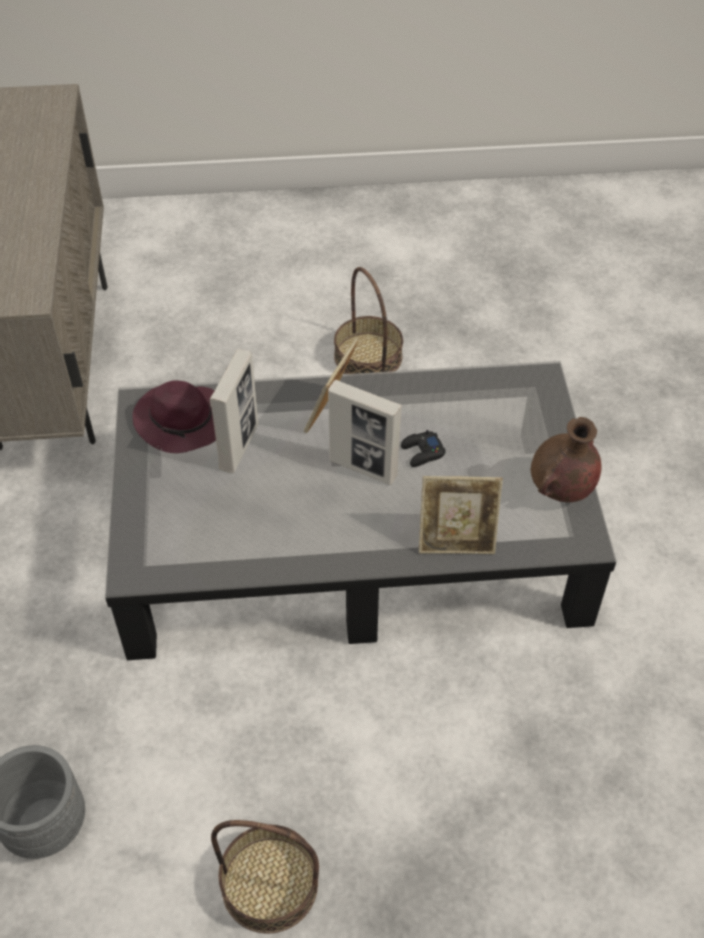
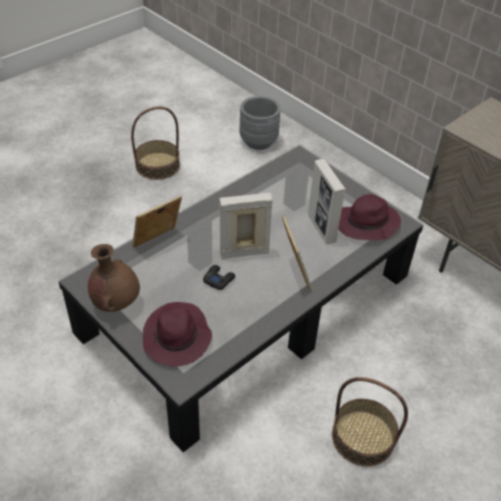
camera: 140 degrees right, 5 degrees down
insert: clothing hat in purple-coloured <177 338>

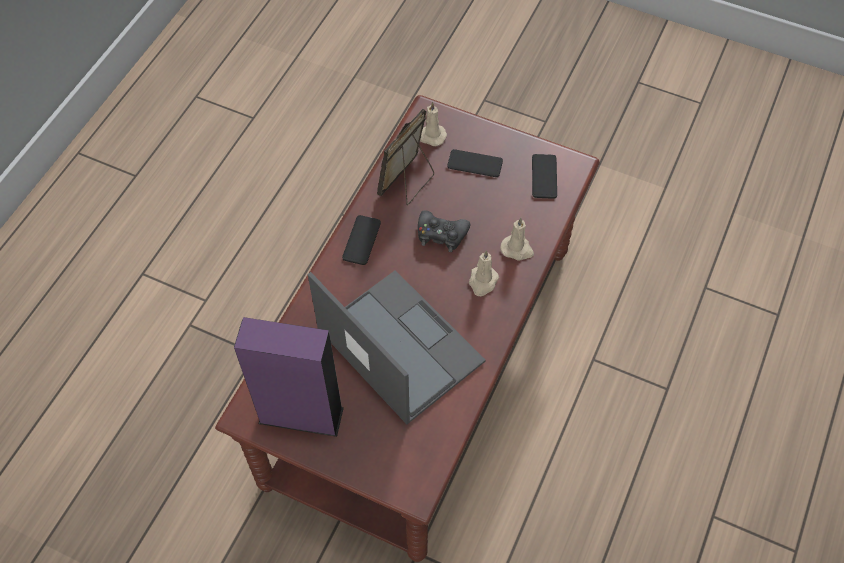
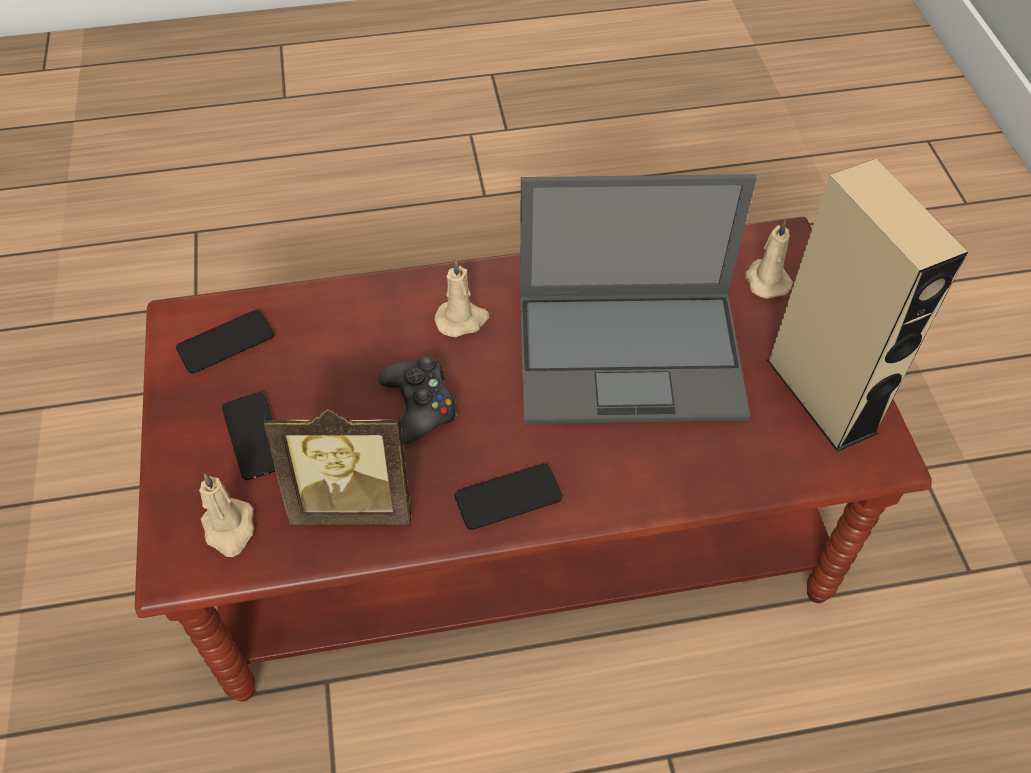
camera: 125 degrees left, 5 degrees down
move: candle in beige <517 249> to <766 280>
recolor: audio speaker in purple-coloured <301 415> to audio speaker in beige <821 395>
rotate: laptop <398 345> = <632 355> 105 degrees counterclockwise

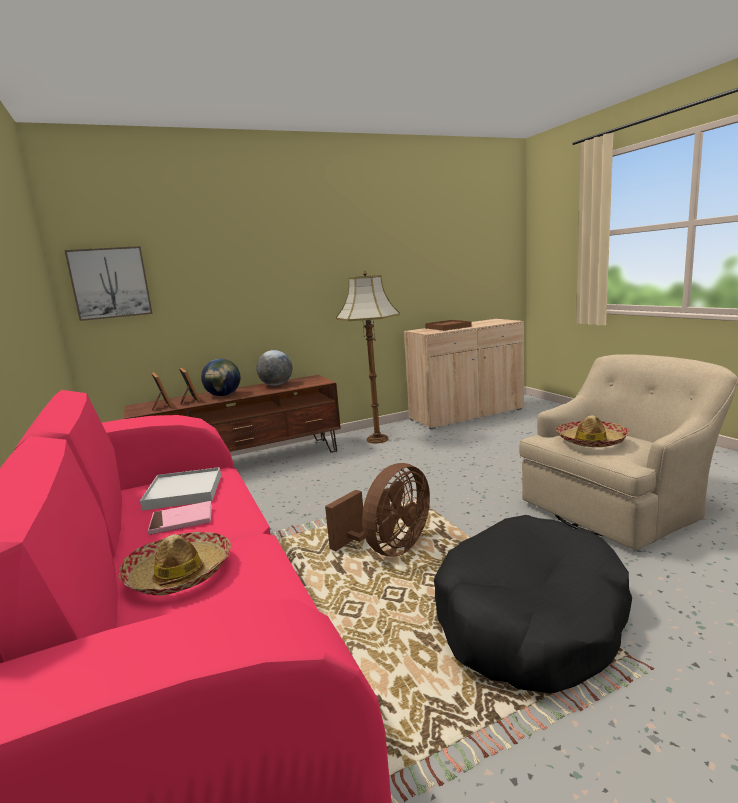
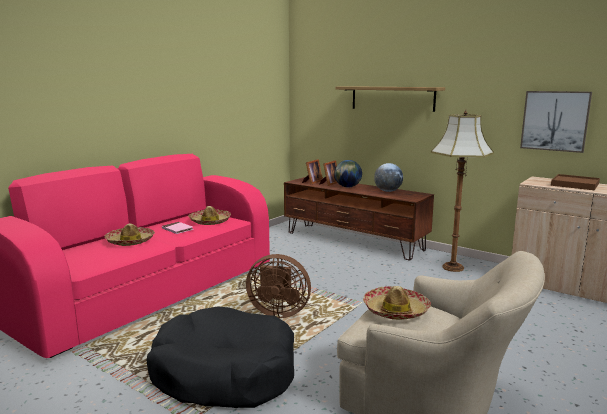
camera: 60 degrees right, 0 degrees up
insert: wall shelf <392 98>
move: wall art <110 283> to <555 121>
replace: serving tray in white <184 492> to clothing hat <209 221>

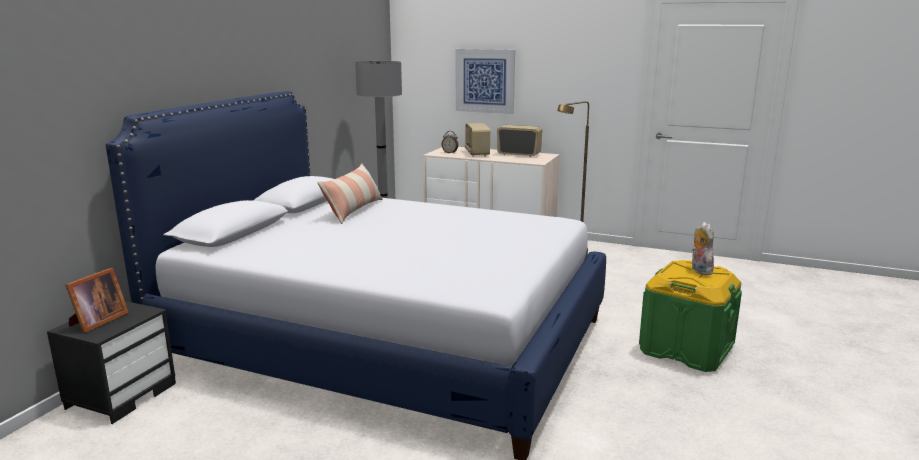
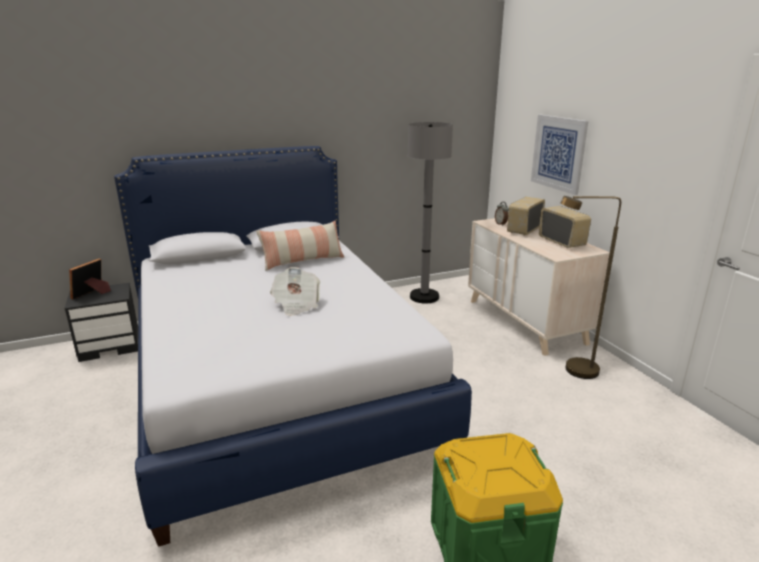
camera: 45 degrees right, 5 degrees up
delete: cuddly toy <699 270>
insert: daily paper <296 304>
rotate: picture frame <97 322> = <92 293> 135 degrees clockwise

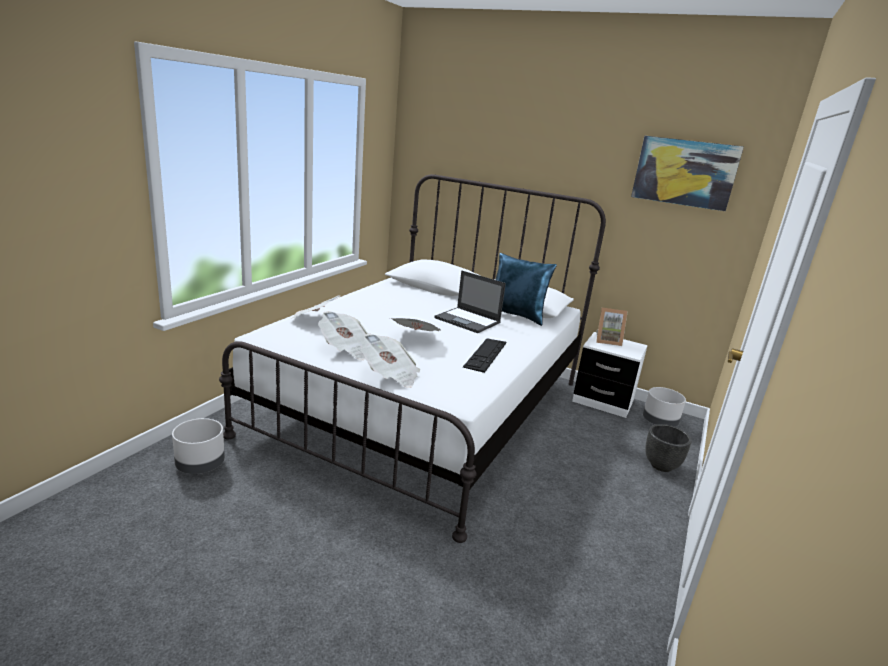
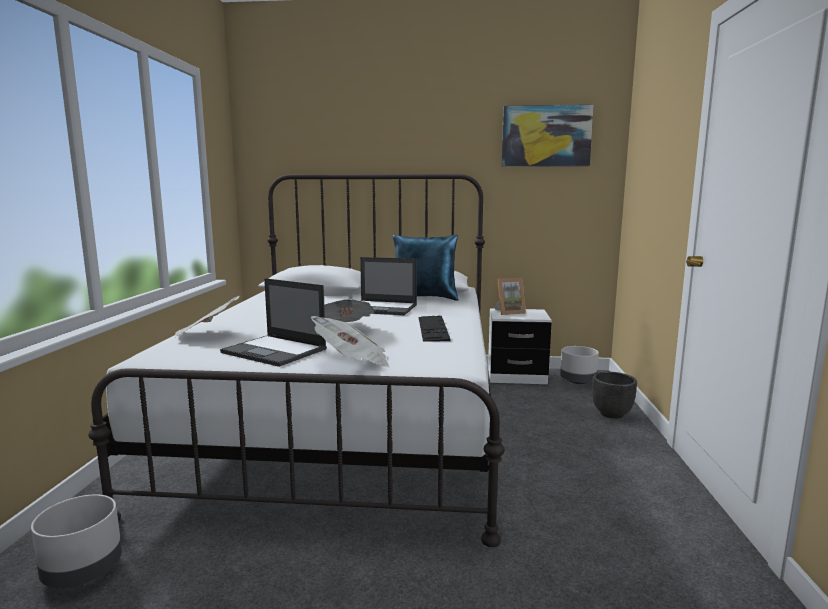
camera: 20 degrees left, 10 degrees down
replace: daily paper <347 349> to laptop <275 351>

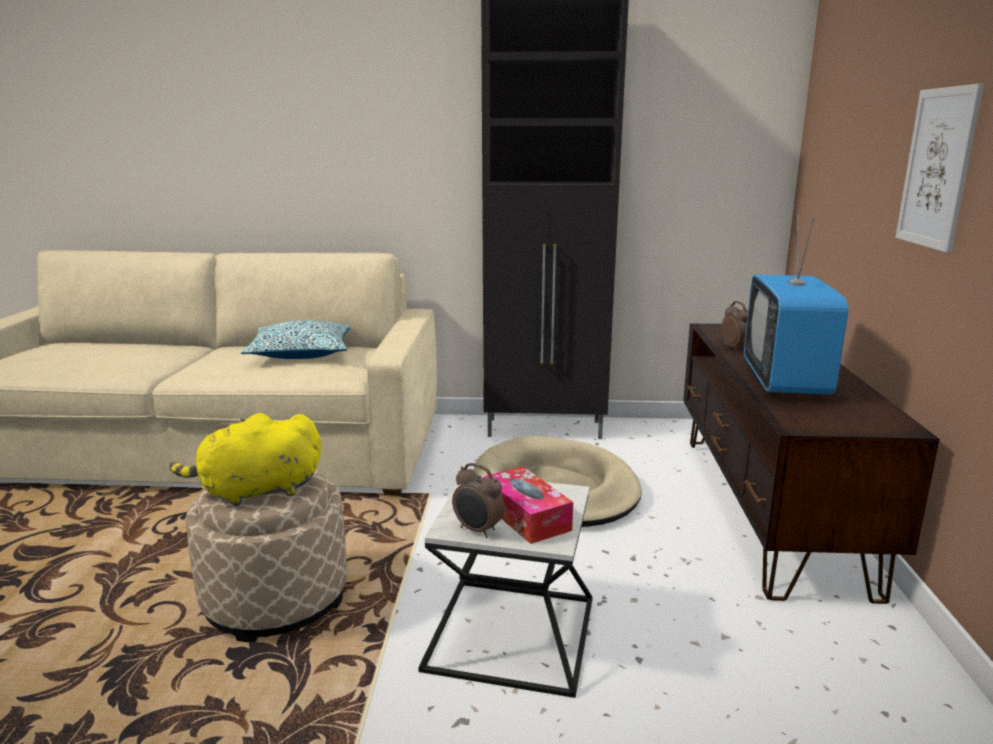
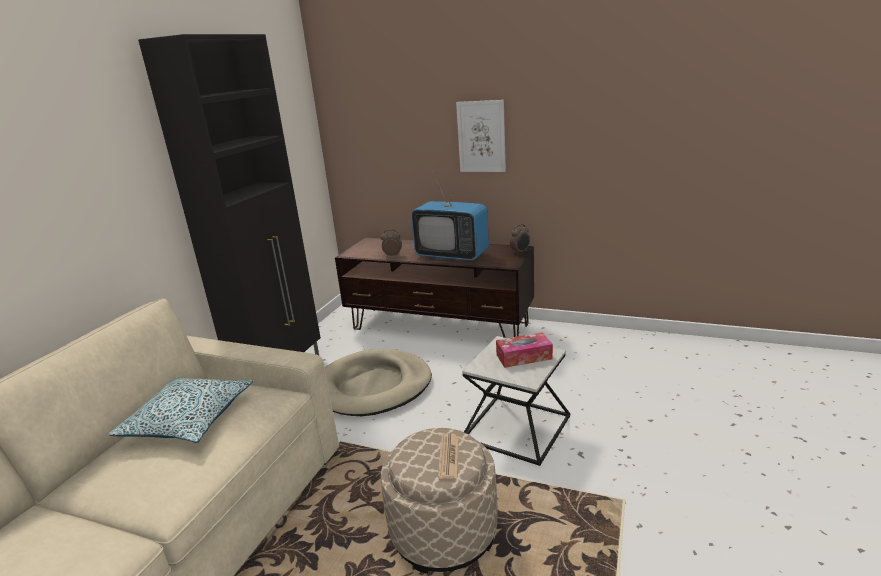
camera: 70 degrees left, 5 degrees up
move: alarm clock <477 531> to <520 252>
replace: cuddly toy in yellowish <256 492> to daily paper <449 456>

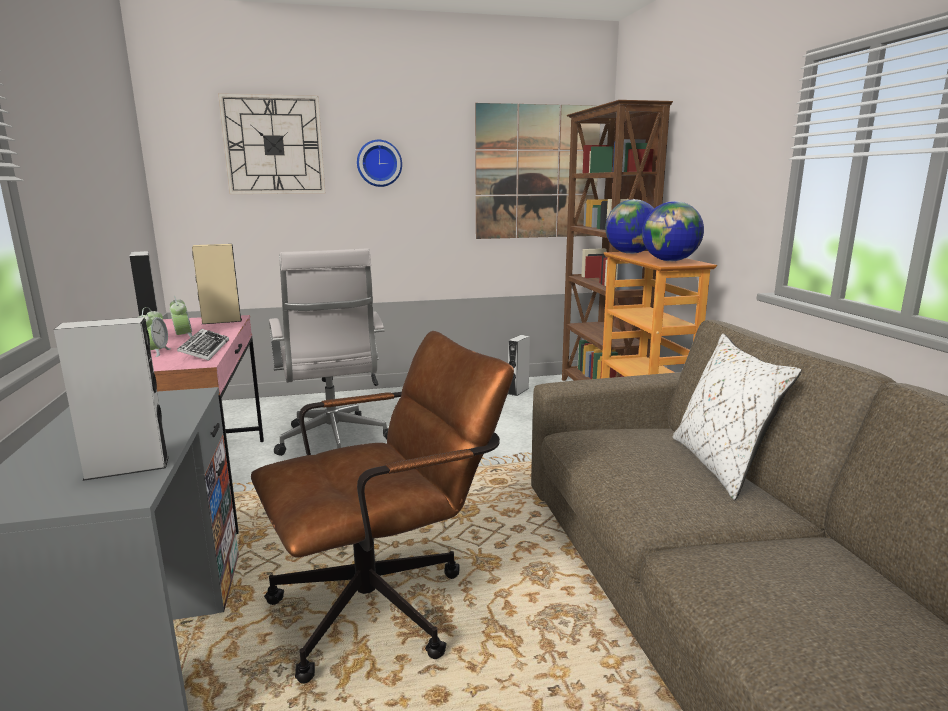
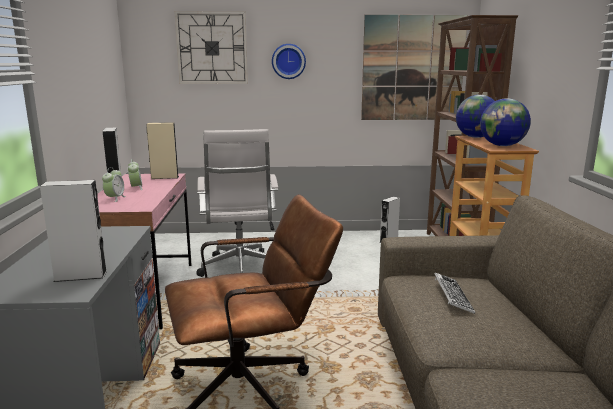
camera: 10 degrees right, 0 degrees up
delete: pillow in white <721 465>
move: PC keyboard <204 350> to <452 297>

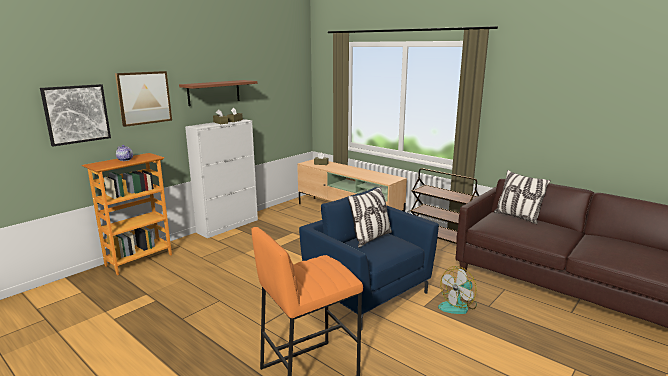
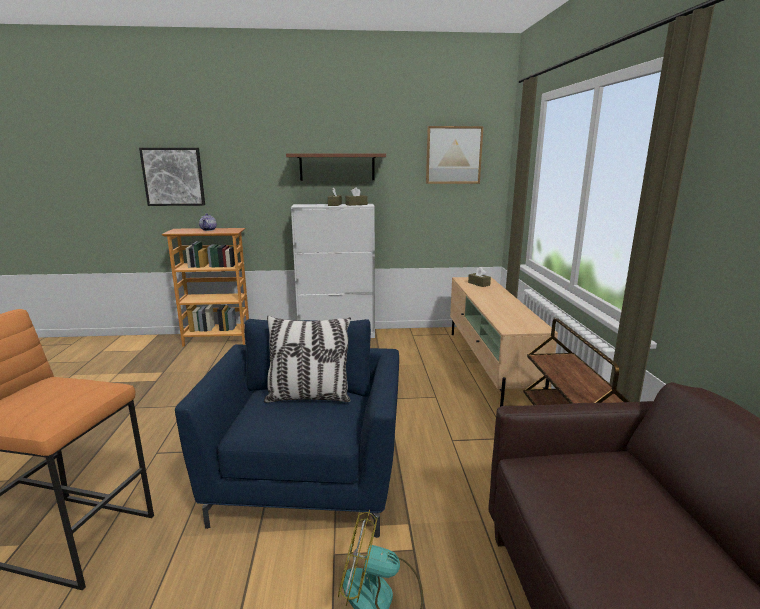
camera: 45 degrees right, 0 degrees up
delete: pillow <517 217>
move: wall art <144 98> to <453 155>

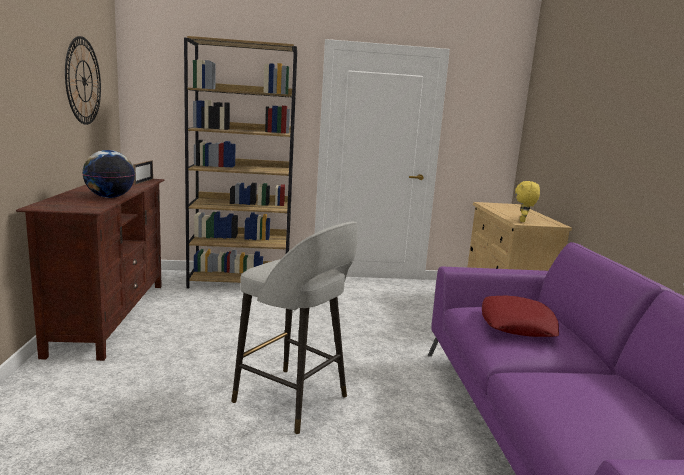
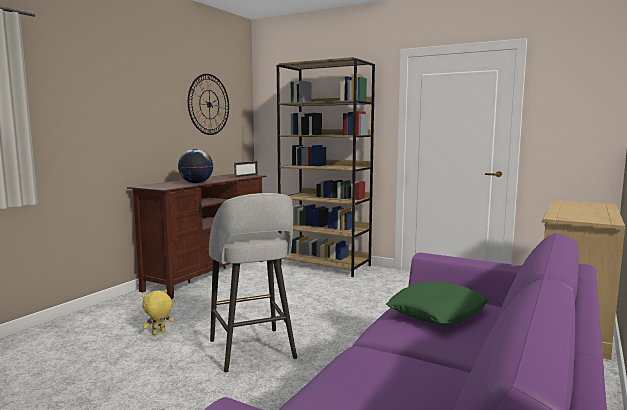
camera: 35 degrees right, 5 degrees down
move: cuddly toy in yellowish <523 221> to <159 333>
recolor: pillow in reddish <517 324> to pillow in green-coloured <437 312>

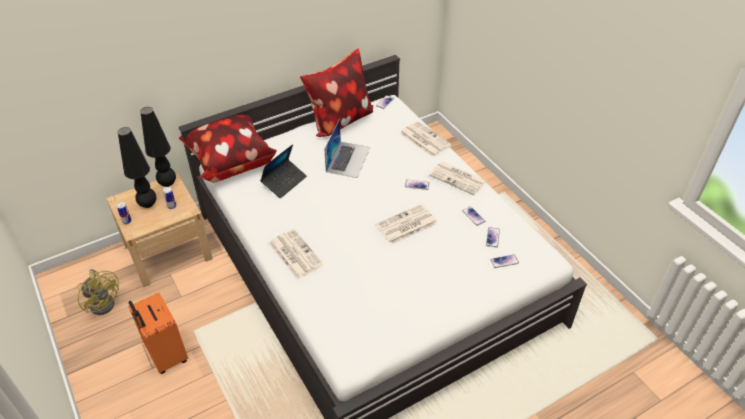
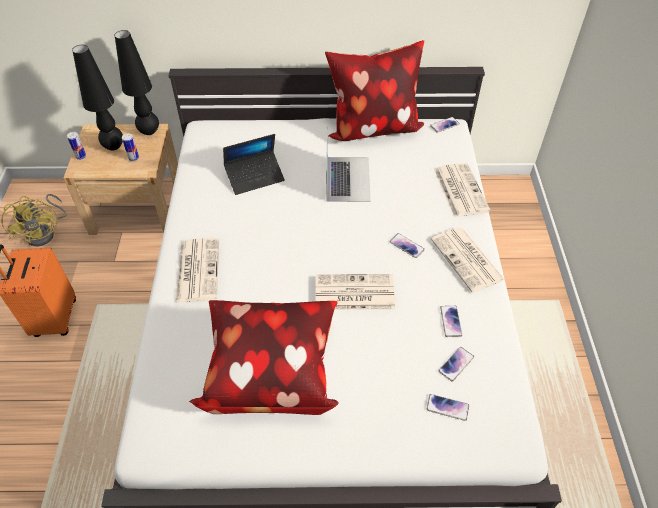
camera: 30 degrees right, 5 degrees up
move: pillow <230 162> to <270 371>
rotate: laptop <348 159> = <347 178> 45 degrees counterclockwise

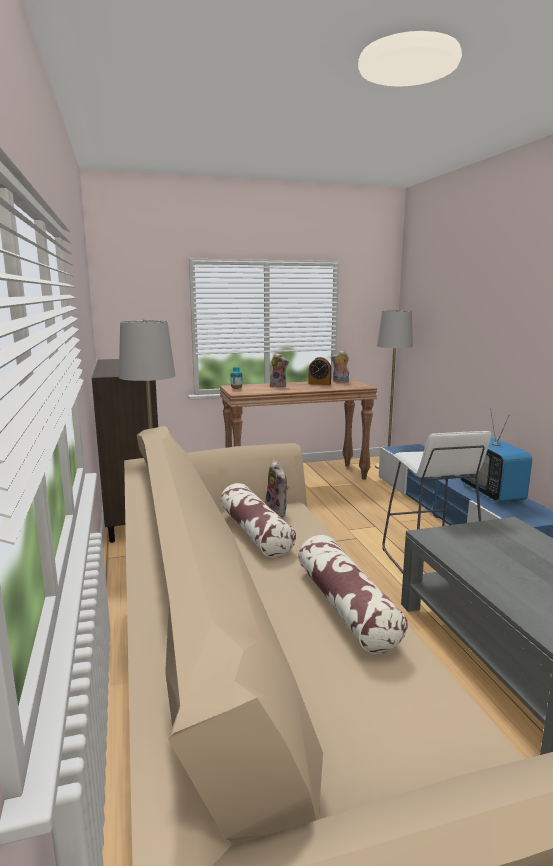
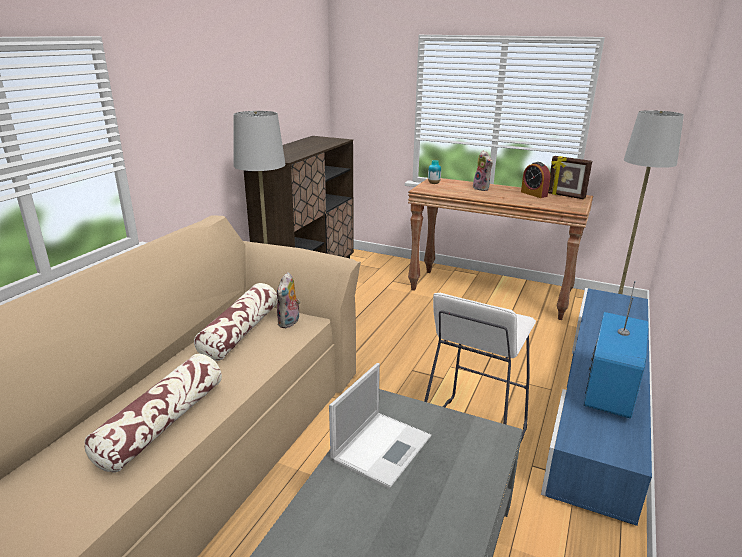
camera: 40 degrees right, 10 degrees up
insert: laptop <382 447>
replace: cuddly toy <340 382> to picture frame <565 196>

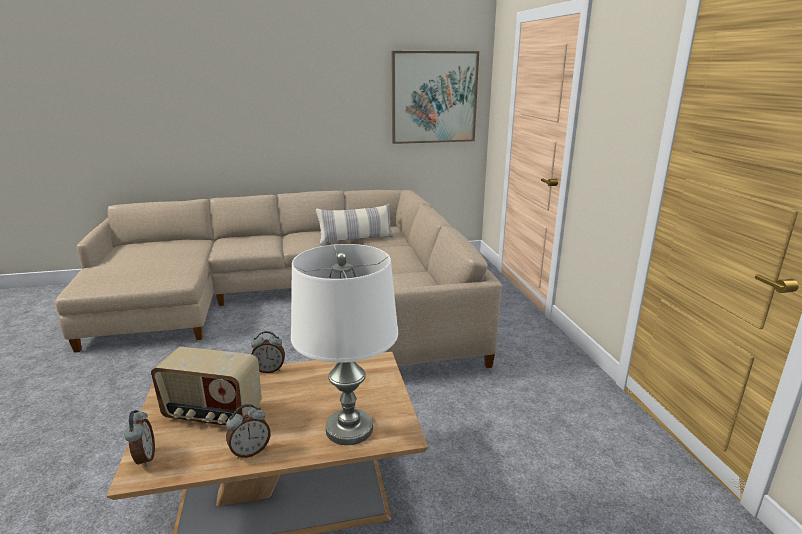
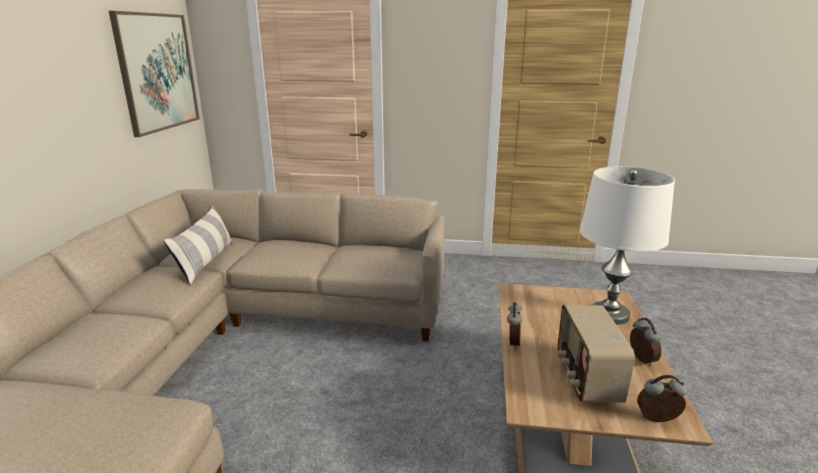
camera: 70 degrees left, 0 degrees up
rotate: radio <212 414> = <586 378> 150 degrees clockwise

